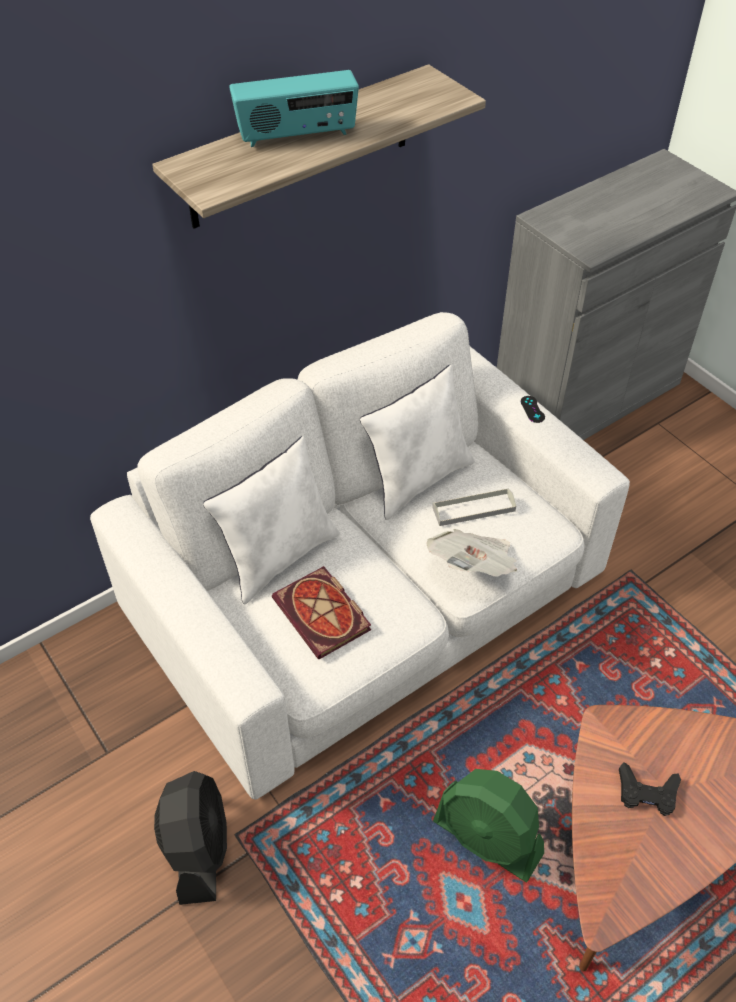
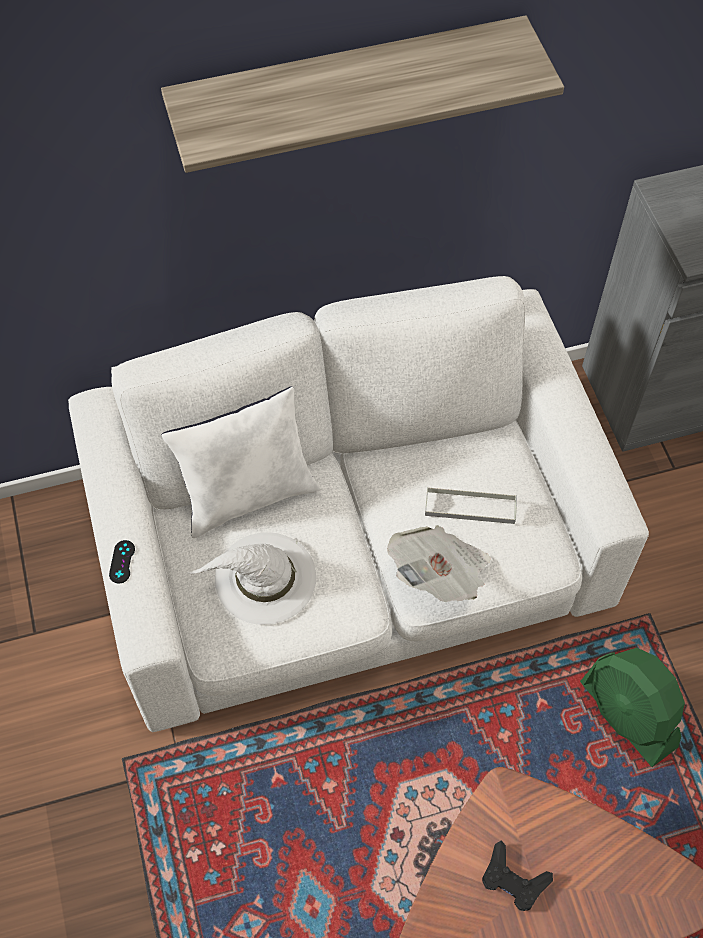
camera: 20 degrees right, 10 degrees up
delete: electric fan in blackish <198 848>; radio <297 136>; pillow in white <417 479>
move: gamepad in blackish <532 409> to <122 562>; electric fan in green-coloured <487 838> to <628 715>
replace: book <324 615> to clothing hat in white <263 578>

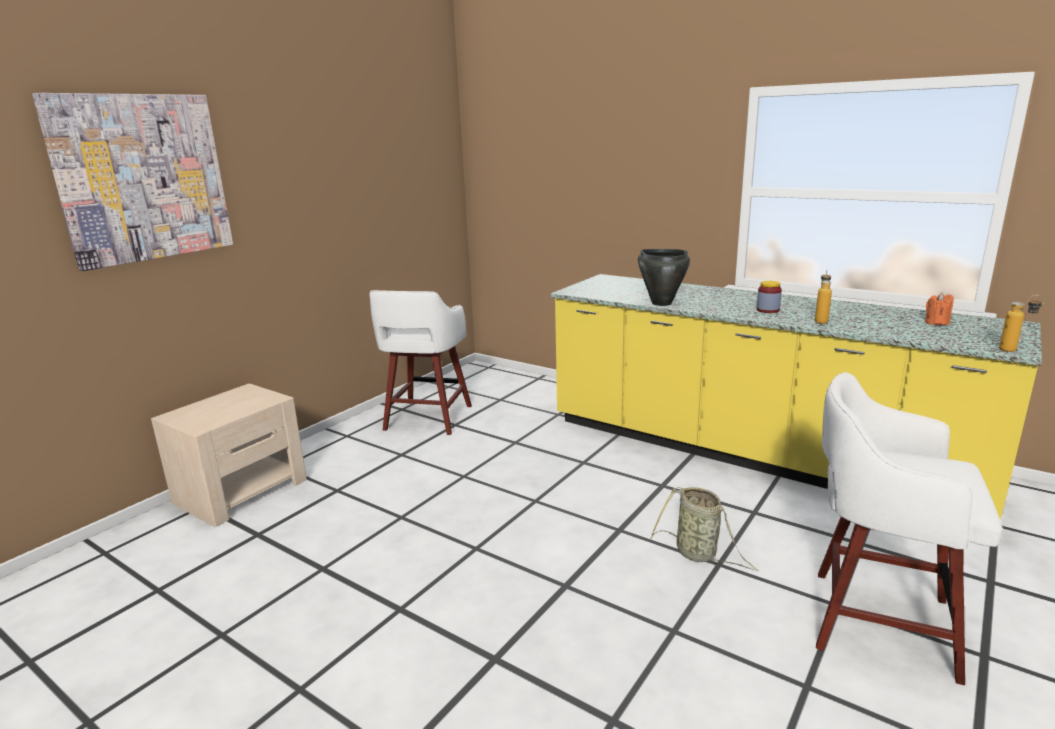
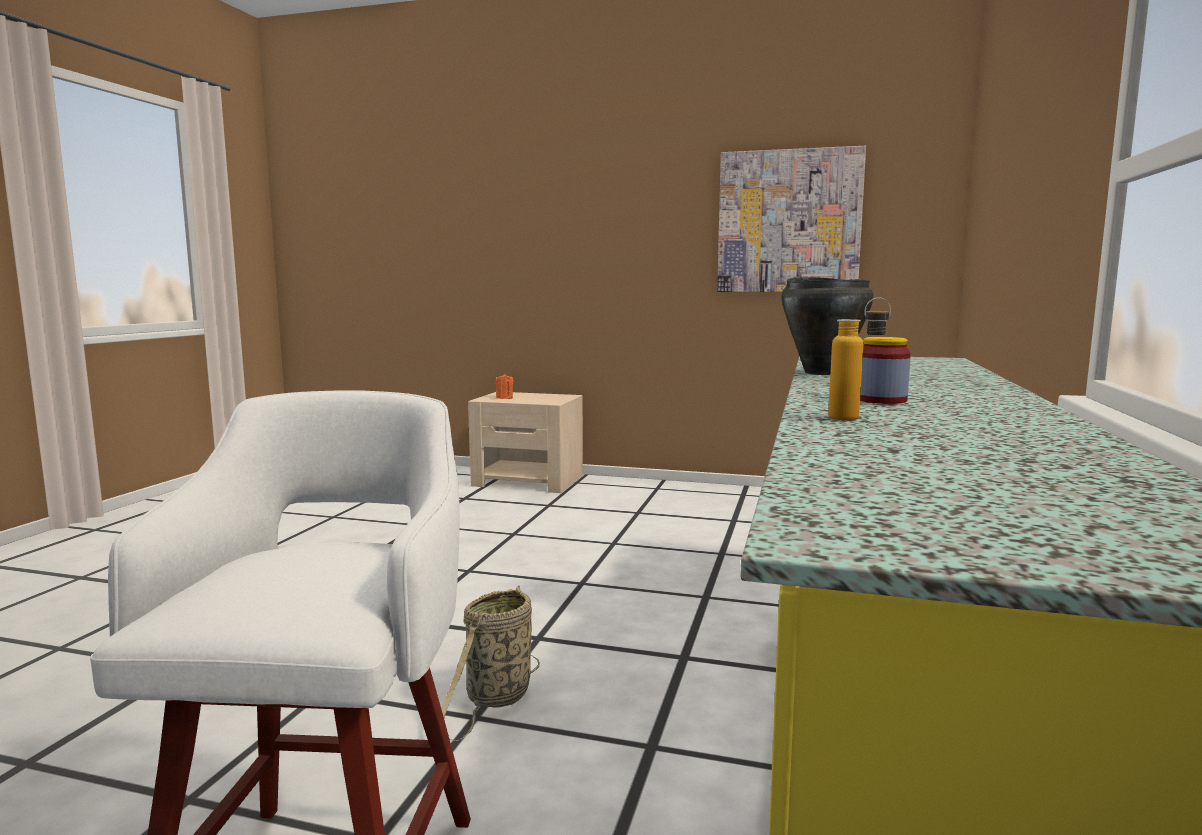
camera: 70 degrees right, 10 degrees down
delete: stool in white <427 419>; beverage bottle <1014 351>
move: candle in orange-coloured <936 322> to <504 398>; wall art <142 178> to <789 222>

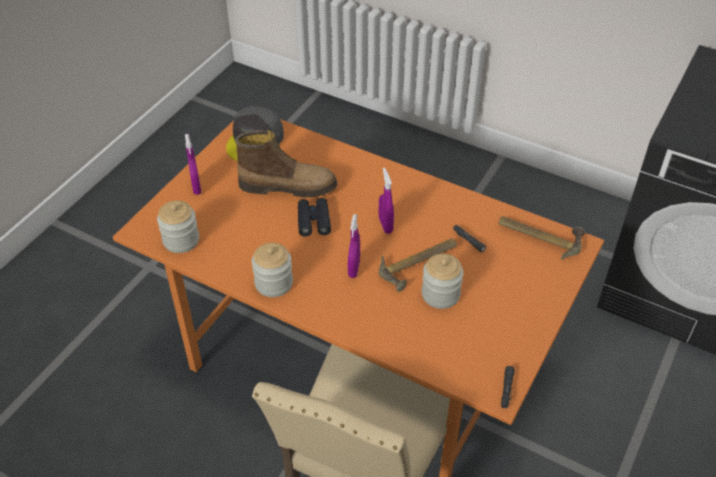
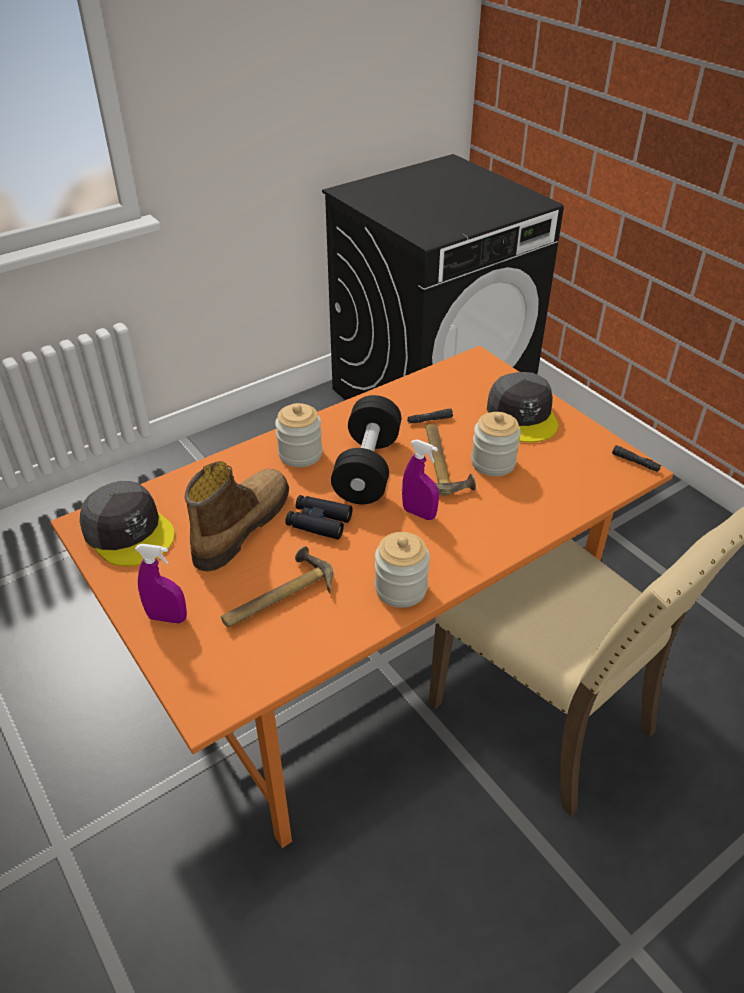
camera: 65 degrees left, 5 degrees down
insert: peaked cap in gray <522 416>
move: tool hammer <540 236> to <276 595>; storage jar <181 240> to <300 454>
replace: spray bottle in purple-coloured <385 225> to dumbbell in blackish <367 468>

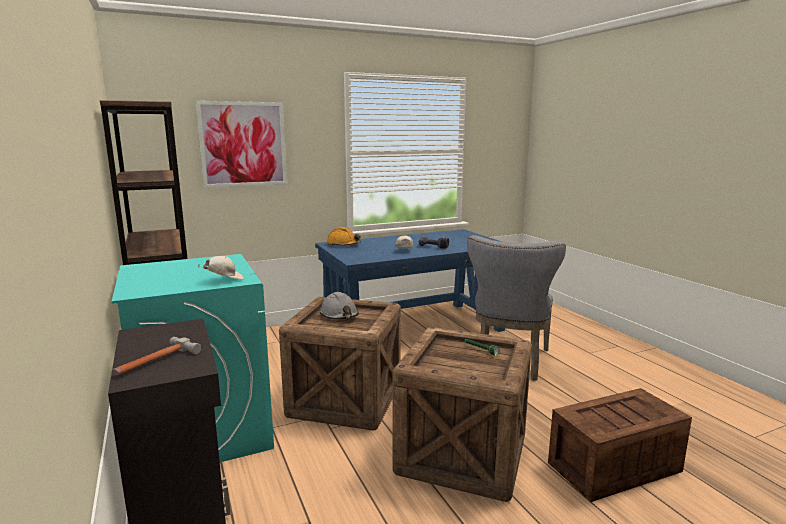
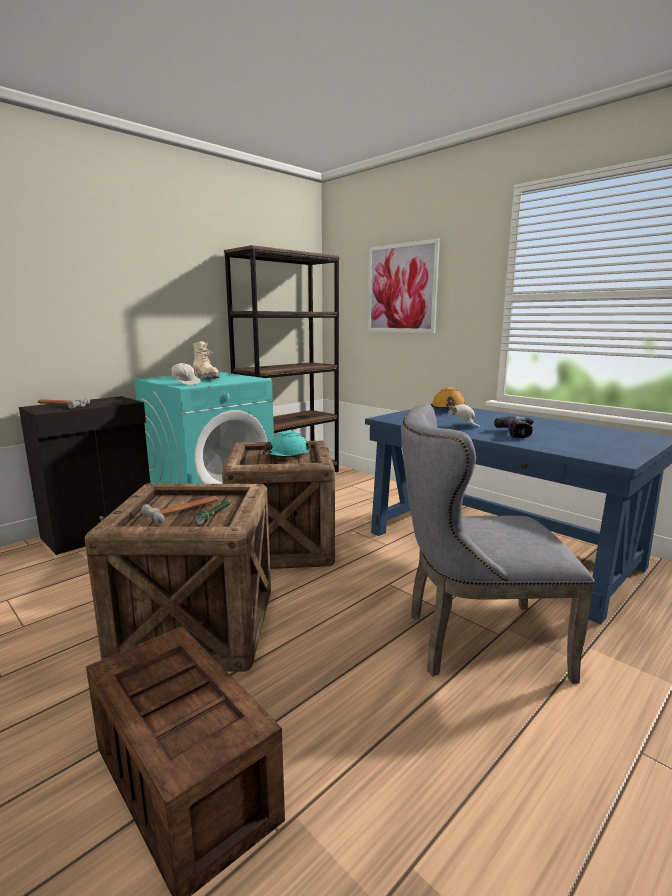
camera: 70 degrees right, 0 degrees up
insert: tool hammer <183 511>; tall boot in beige <207 378>
recolor: hard hat in gray <339 315> to hard hat in turquoise <286 455>

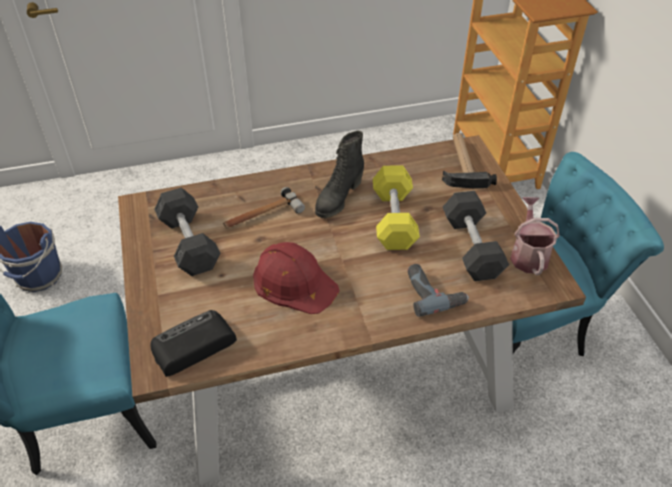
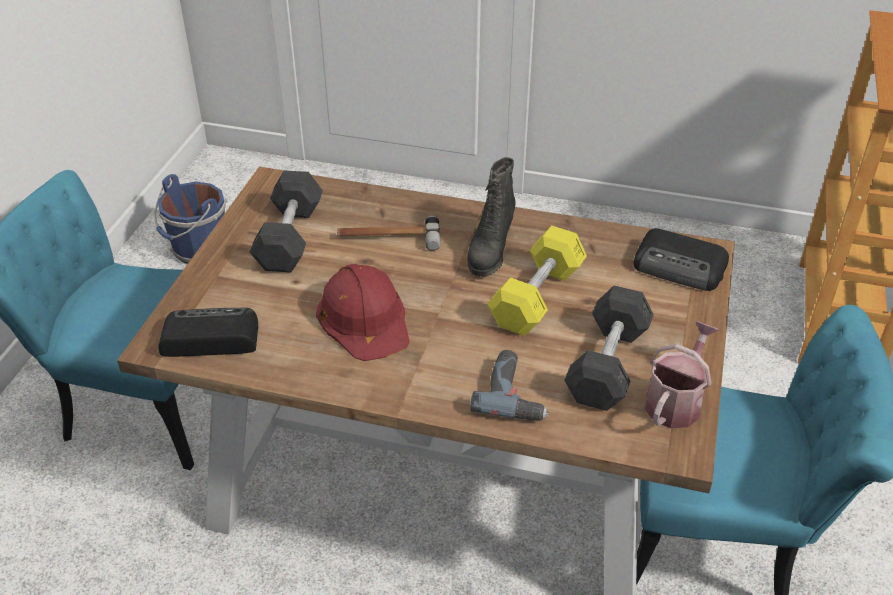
camera: 30 degrees right, 5 degrees down
replace: tool hammer <462 164> to radio <680 267>
rotate: tall boot in blackish <338 198> = <490 251> 45 degrees counterclockwise

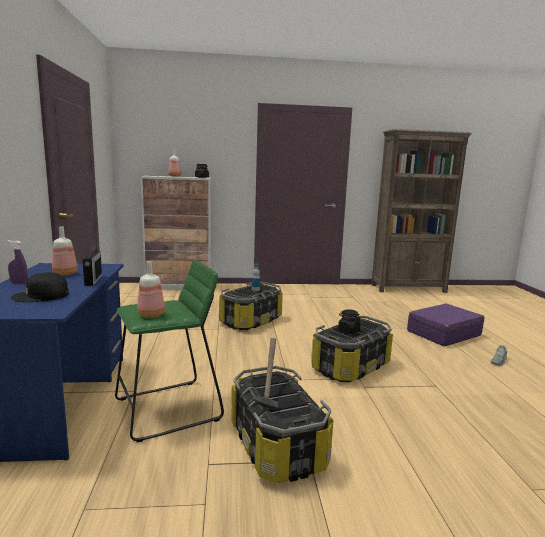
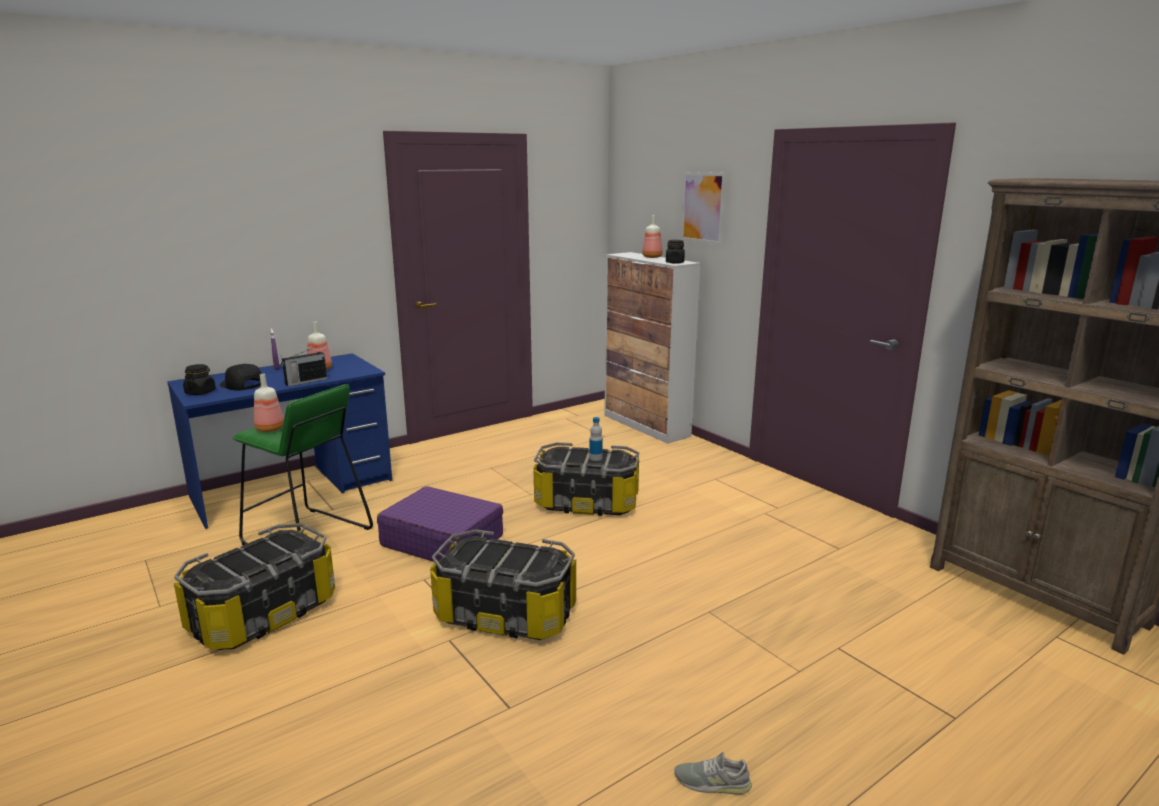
camera: 60 degrees right, 5 degrees up
delete: tool hammer <267 395>
insert: wall art <703 207>
move: storage jar in blackish <348 331> to <200 392>; suitcase in purple-coloured <443 333> to <442 541>

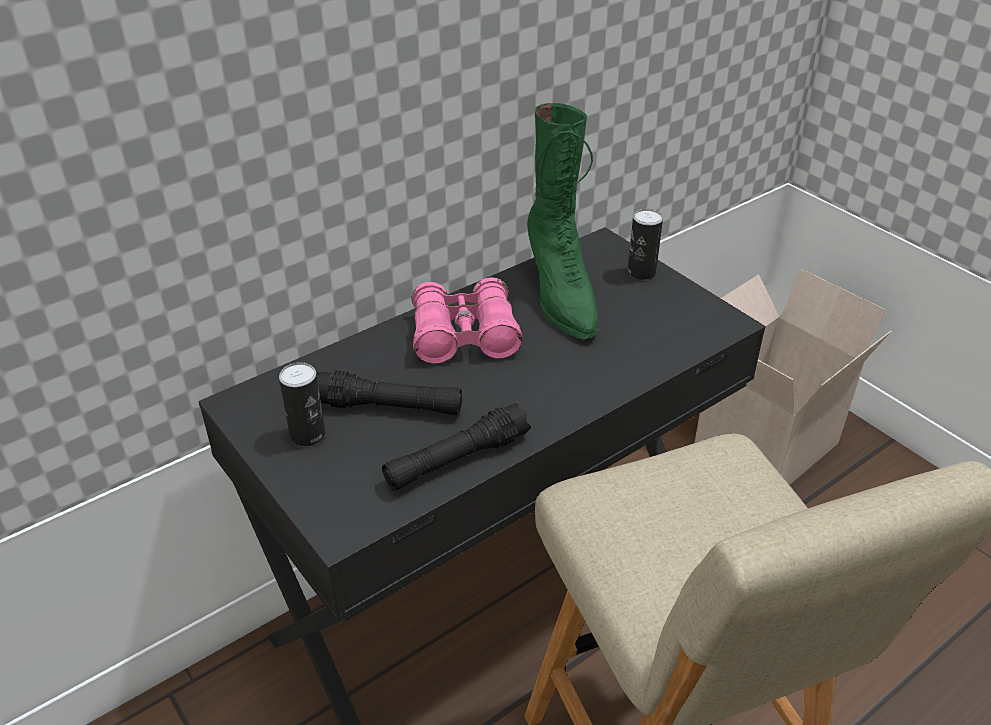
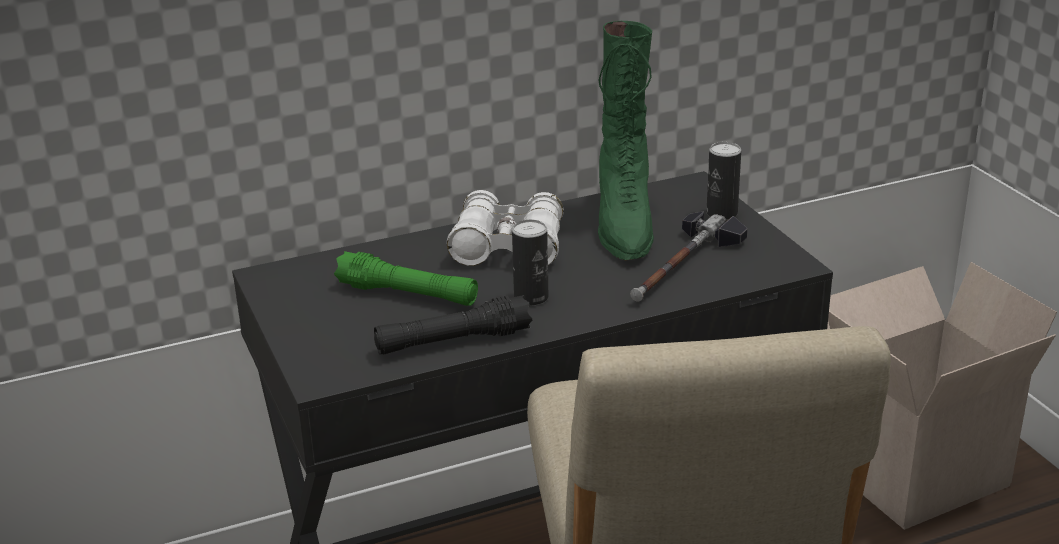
camera: 15 degrees right, 10 degrees down
insert: tool hammer <682 266>
move: sealed can <307 435> to <531 297>
recolor: torch in blackish <389 407> to torch in green-coloured <408 294>; field glasses in pink-coloured <464 336> to field glasses in white <508 247>

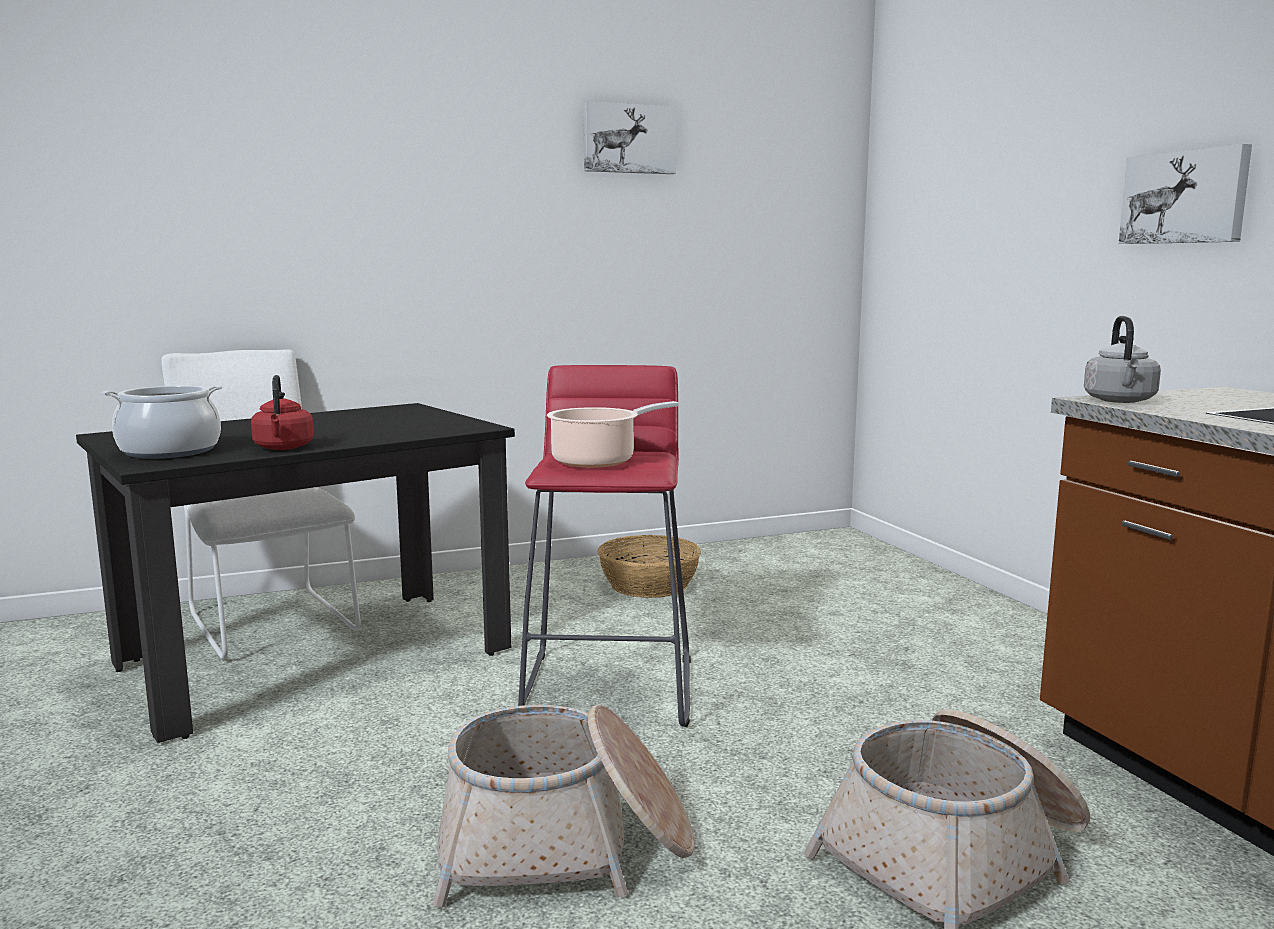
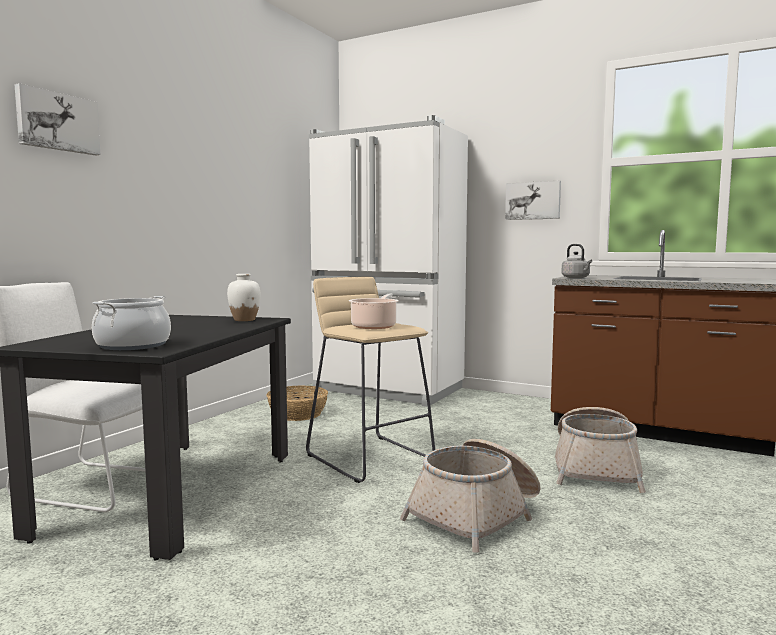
camera: 40 degrees left, 5 degrees down
delete: kettle in reddish <283 448>
insert: flower vase in white <244 320>; refrigerator in white <387 390>
move: wall art <628 139> to <57 122>
recolor: stool in reddish <610 687> to stool in beige <370 457>

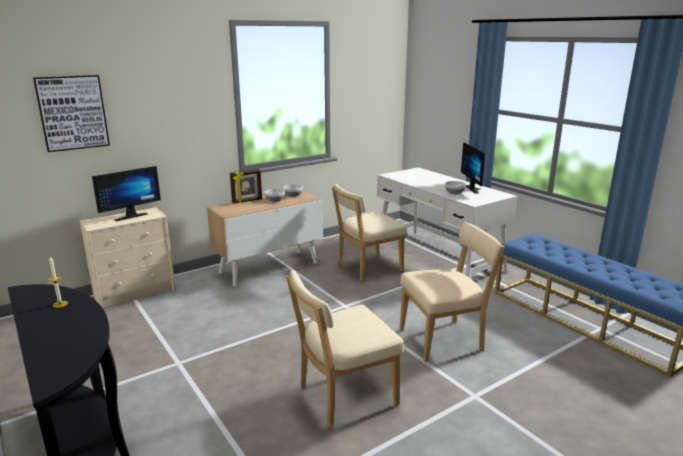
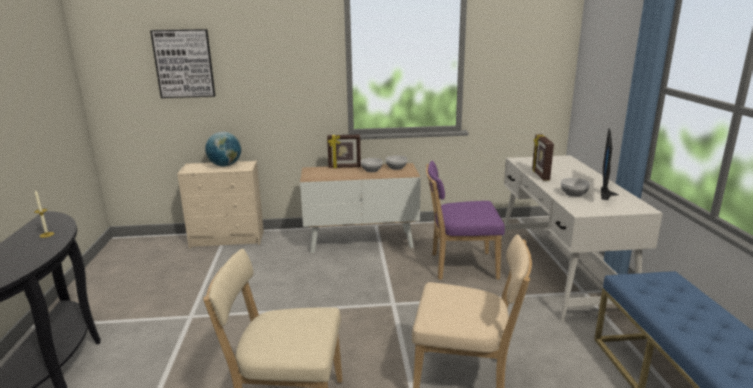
camera: 30 degrees right, 0 degrees up
insert: picture frame <540 175>
replace: computer display <129 216> to desk globe <225 165>
recolor: chair in beige <367 268> to chair in purple-coloured <460 266>

